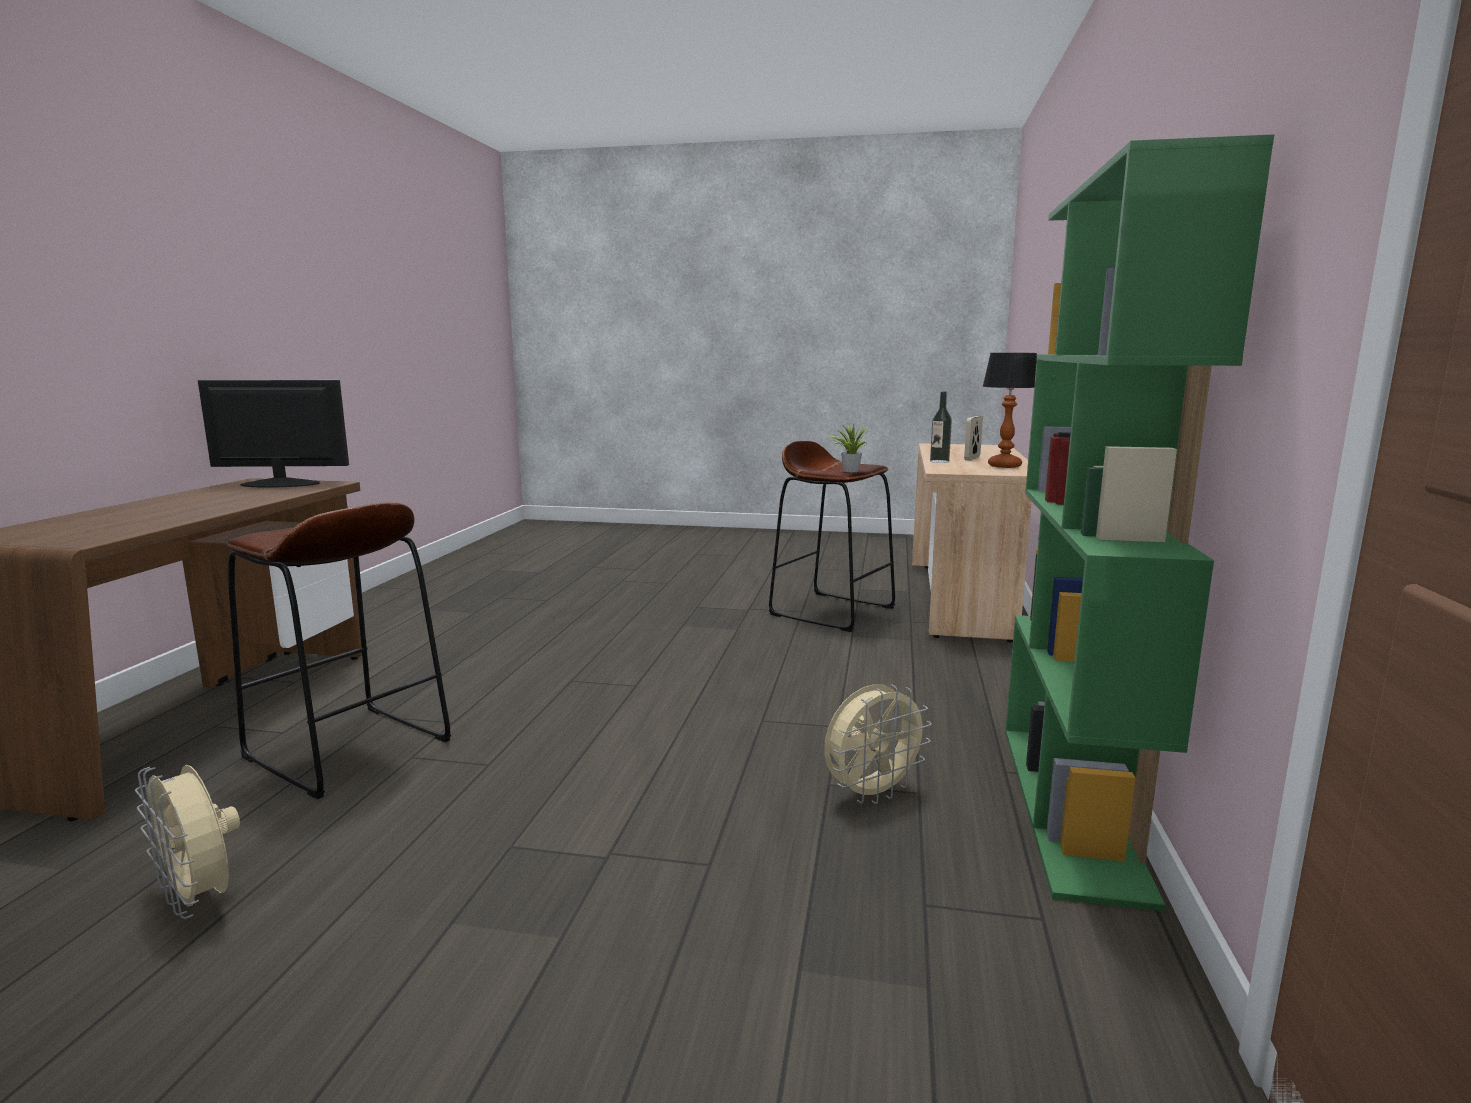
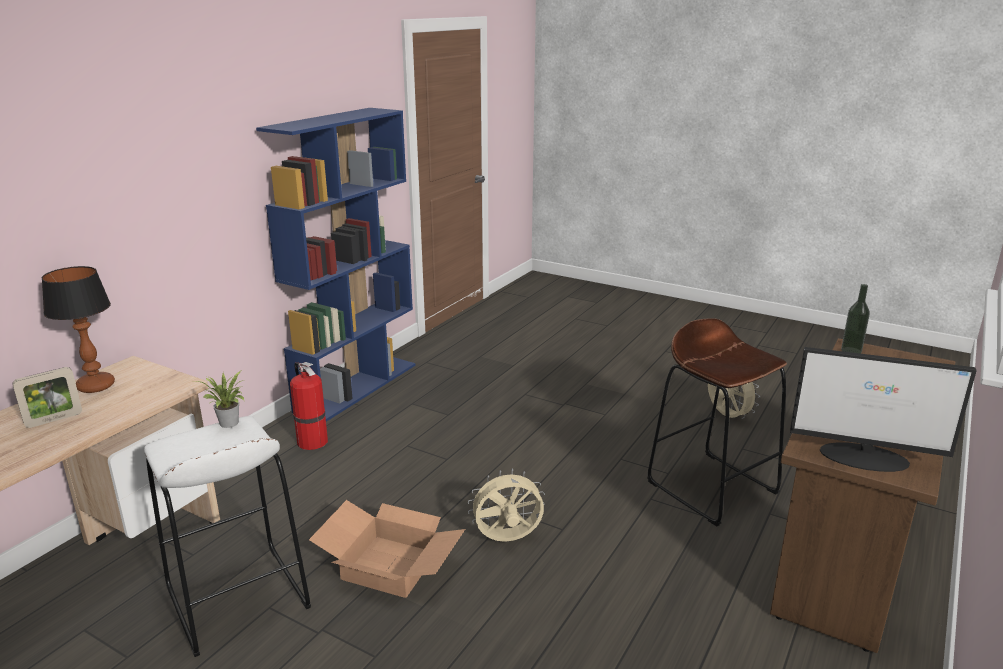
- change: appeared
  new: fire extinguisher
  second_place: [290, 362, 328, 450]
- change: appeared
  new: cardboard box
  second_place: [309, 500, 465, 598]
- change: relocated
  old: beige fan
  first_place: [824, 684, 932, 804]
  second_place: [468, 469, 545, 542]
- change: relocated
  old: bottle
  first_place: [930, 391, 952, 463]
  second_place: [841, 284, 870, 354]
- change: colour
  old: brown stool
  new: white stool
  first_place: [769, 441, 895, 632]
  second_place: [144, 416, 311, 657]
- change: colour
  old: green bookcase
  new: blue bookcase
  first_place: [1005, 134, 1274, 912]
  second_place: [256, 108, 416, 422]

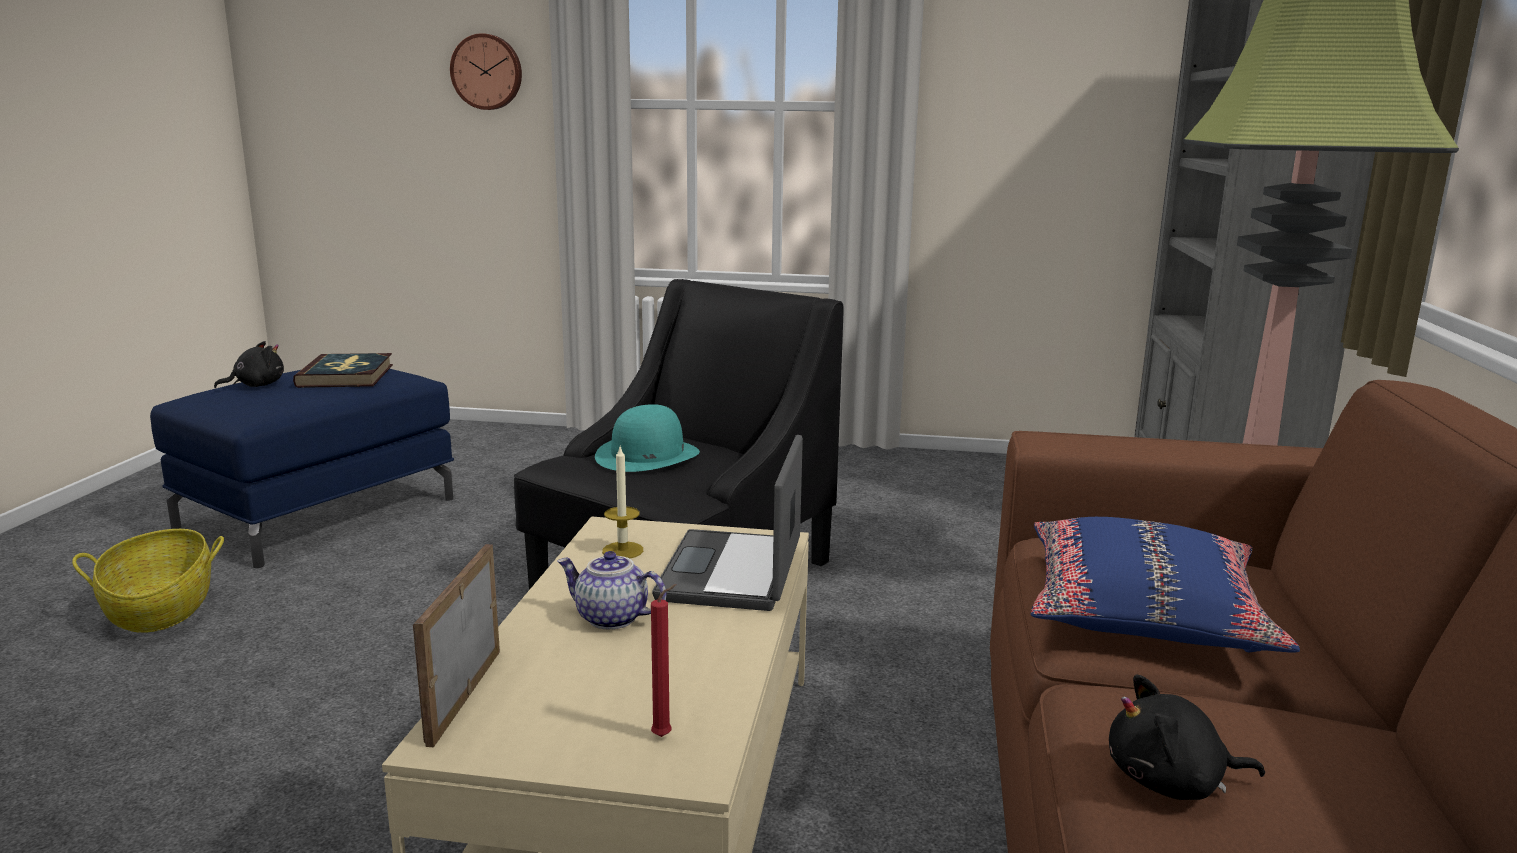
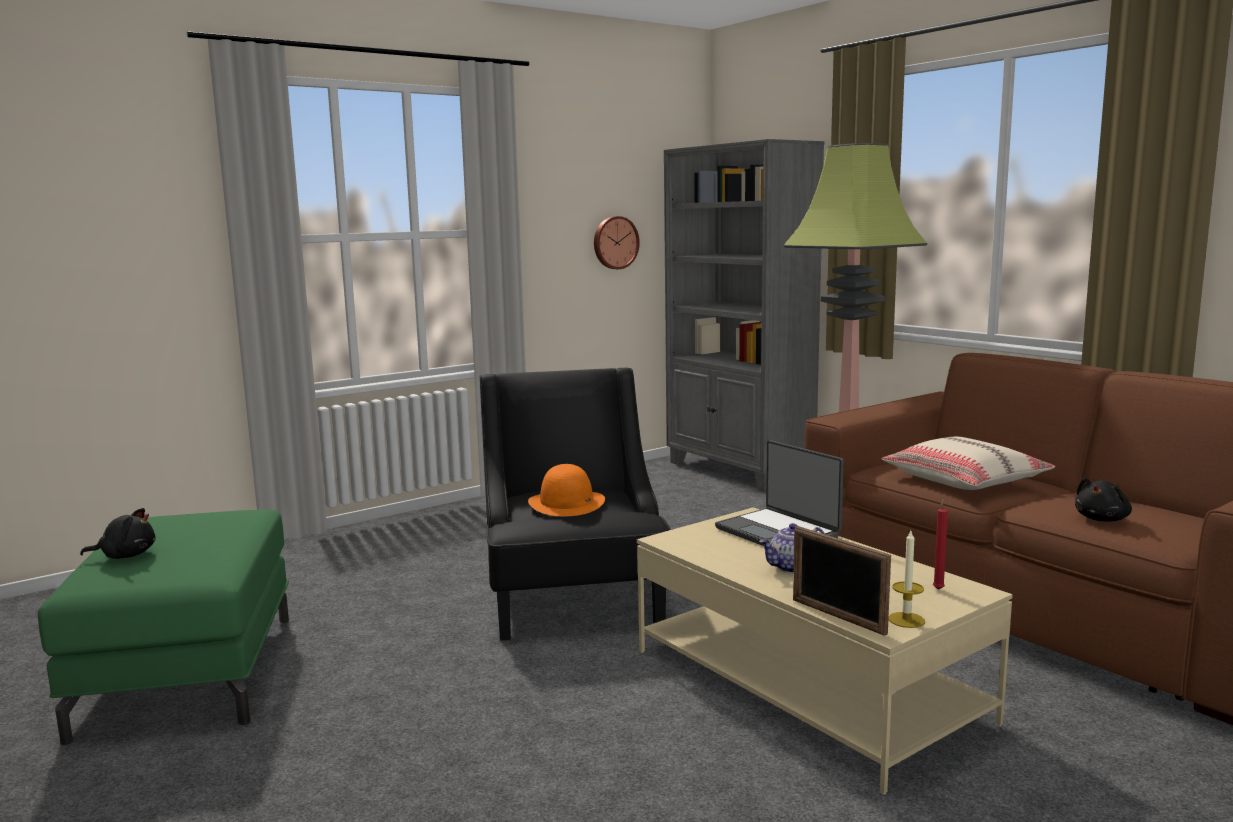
- change: missing
  old: basket
  first_place: [72, 529, 224, 633]
- change: missing
  old: book
  first_place: [293, 353, 393, 388]
- change: relocated
  old: wall clock
  first_place: [450, 33, 522, 110]
  second_place: [594, 216, 640, 269]
- change: relocated
  old: candle
  first_place: [602, 447, 643, 559]
  second_place: [888, 531, 925, 628]
- change: colour
  old: blue ottoman
  new: green ottoman
  first_place: [150, 369, 454, 568]
  second_place: [38, 510, 289, 745]
- change: colour
  old: turquoise hat
  new: orange hat
  first_place: [595, 404, 700, 472]
  second_place: [528, 464, 605, 516]
- change: colour
  old: blue pillow
  new: beige pillow
  first_place: [1031, 517, 1300, 653]
  second_place: [882, 437, 1055, 490]
- change: spun
  old: black plush toy
  first_place: [214, 341, 284, 388]
  second_place: [80, 508, 156, 559]
  degrees: 75

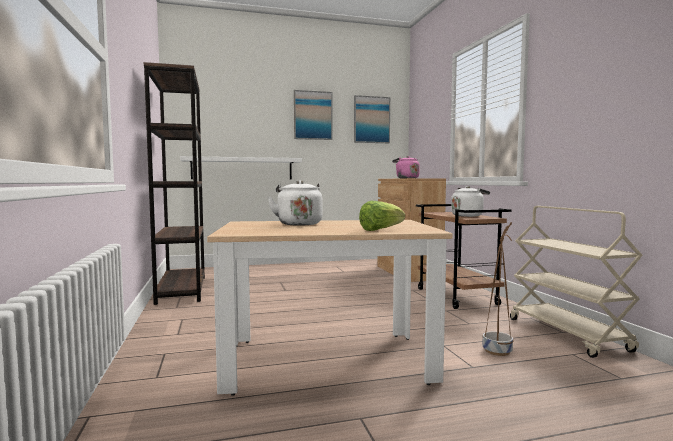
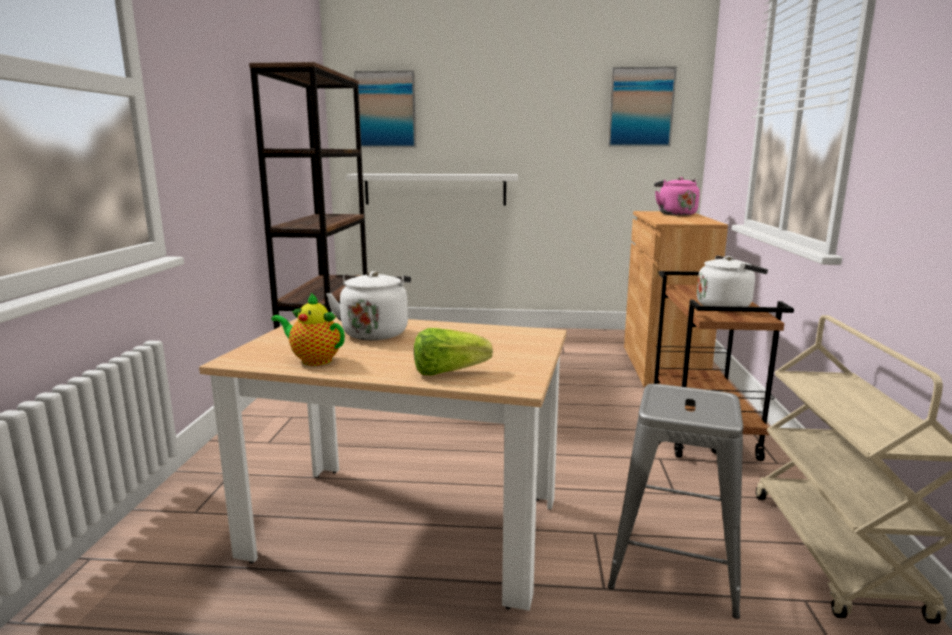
- change: appeared
  new: teapot
  second_place: [271, 293, 345, 366]
- change: relocated
  old: picture
  first_place: [294, 90, 333, 140]
  second_place: [354, 70, 416, 148]
- change: exchanged
  old: brown planter
  new: grey stool
  first_place: [483, 222, 513, 356]
  second_place: [608, 384, 743, 619]

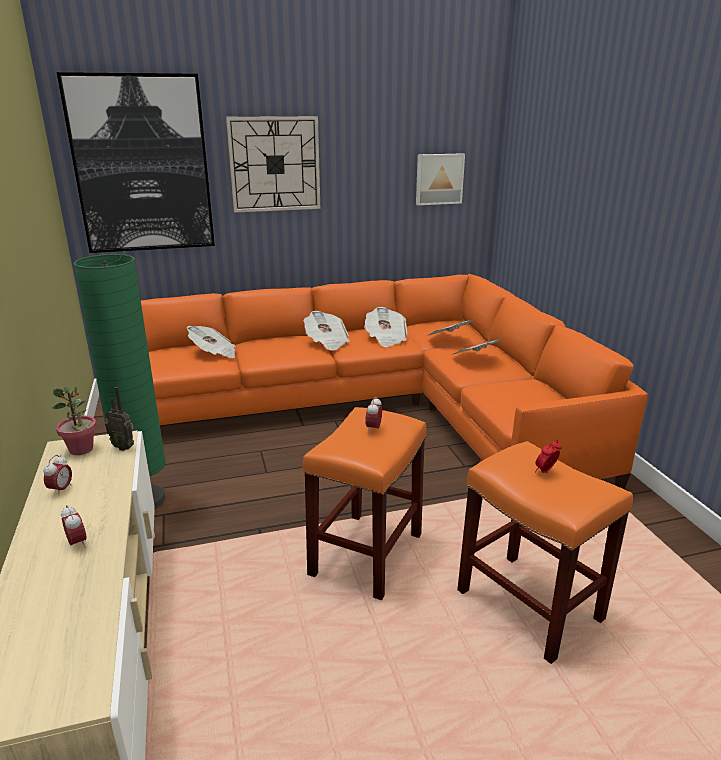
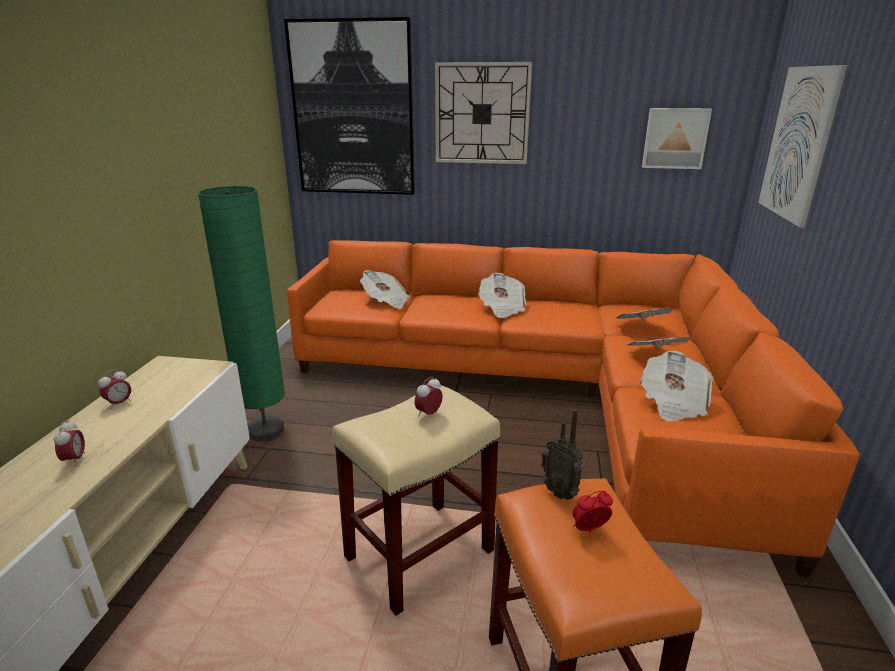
- change: missing
  old: potted plant
  first_place: [52, 386, 97, 455]
- change: appeared
  new: picture
  second_place: [758, 65, 847, 228]
- change: relocated
  old: radio
  first_place: [105, 387, 134, 451]
  second_place: [541, 409, 583, 500]
- change: relocated
  old: newspaper
  first_place: [364, 307, 407, 347]
  second_place: [640, 351, 713, 421]
- change: colour
  old: orange stool
  new: beige stool
  first_place: [303, 407, 427, 600]
  second_place: [332, 385, 500, 616]

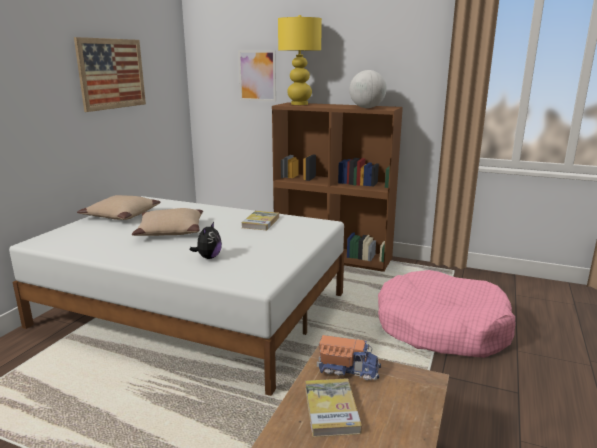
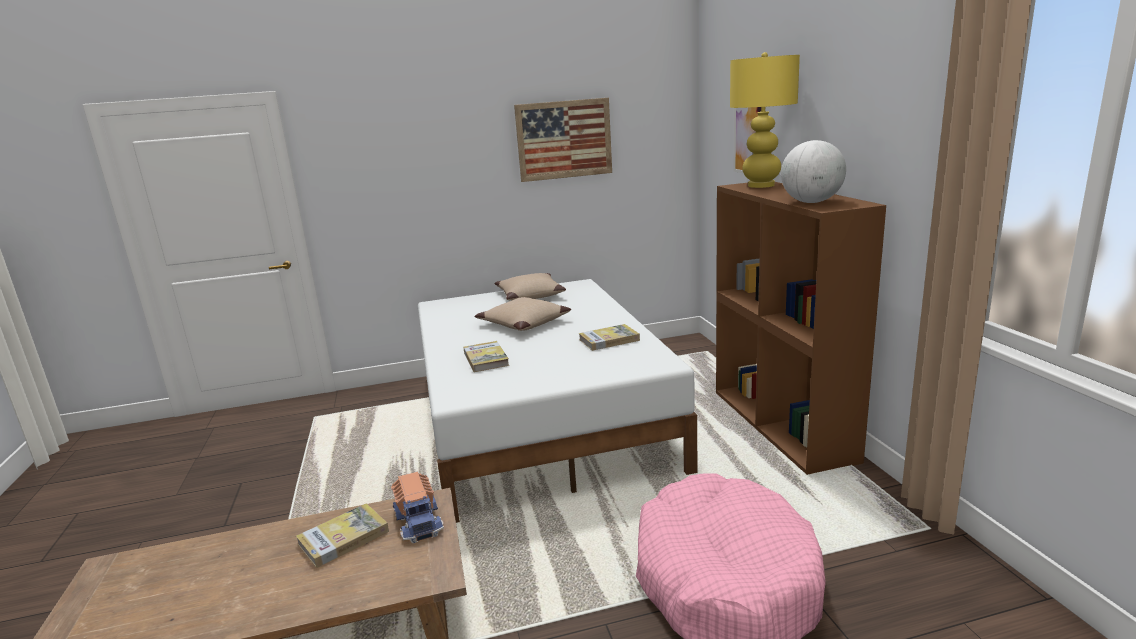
- change: exchanged
  old: plush toy
  new: book
  first_place: [190, 222, 222, 259]
  second_place: [463, 341, 509, 372]

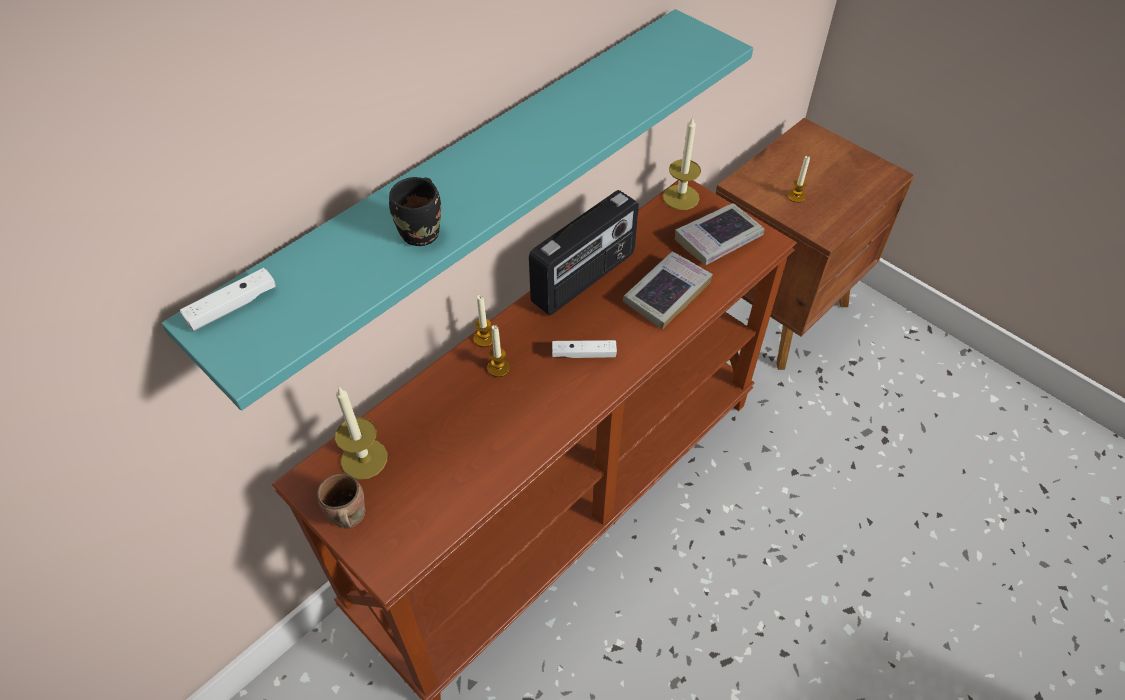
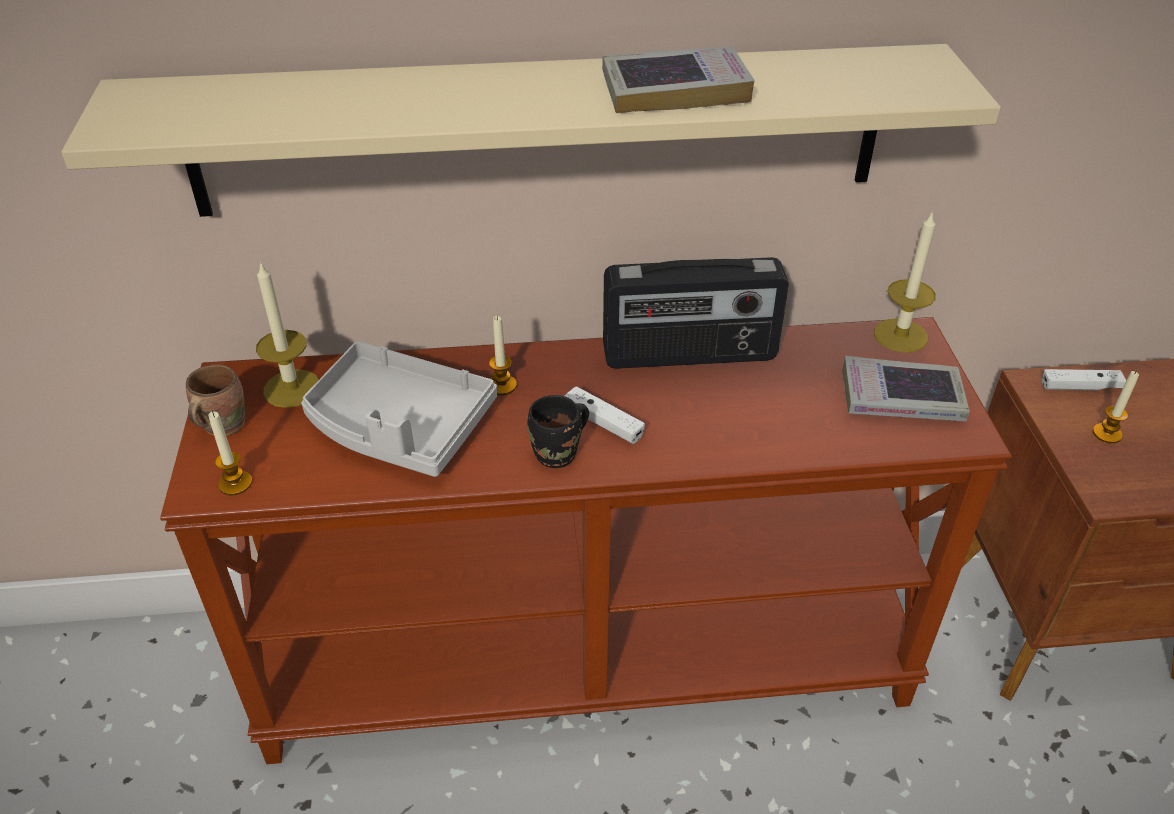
- change: appeared
  new: grey tray
  second_place: [301, 341, 497, 477]
- change: relocated
  old: white game controller
  first_place: [180, 268, 276, 331]
  second_place: [1042, 369, 1126, 390]
- change: relocated
  old: black mug
  first_place: [389, 177, 441, 246]
  second_place: [527, 395, 589, 468]
- change: relocated
  old: candle
  first_place: [474, 295, 493, 347]
  second_place: [208, 411, 252, 495]
- change: relocated
  old: book
  first_place: [623, 252, 713, 329]
  second_place: [602, 46, 755, 113]
- change: colour
  old: turquoise shelf
  new: beige shelf
  first_place: [161, 9, 753, 410]
  second_place: [61, 44, 1001, 217]

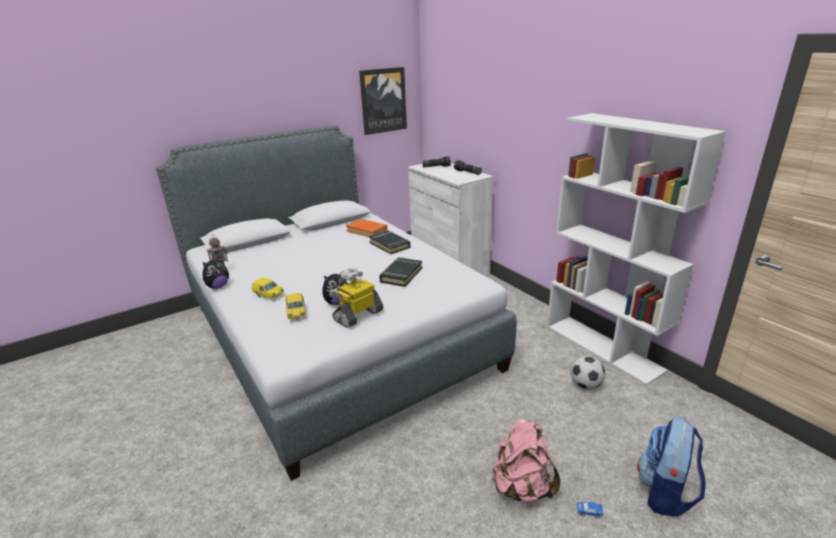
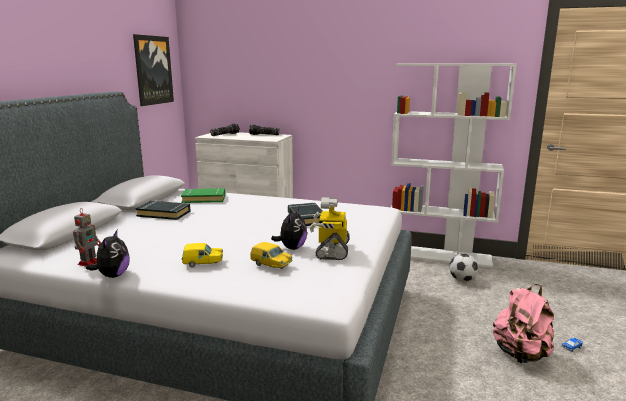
- change: missing
  old: backpack
  first_place: [637, 417, 705, 517]
- change: relocated
  old: black book
  first_place: [369, 231, 410, 254]
  second_place: [136, 201, 190, 220]
- change: colour
  old: orange book
  new: green book
  first_place: [346, 219, 387, 237]
  second_place: [181, 188, 225, 203]

